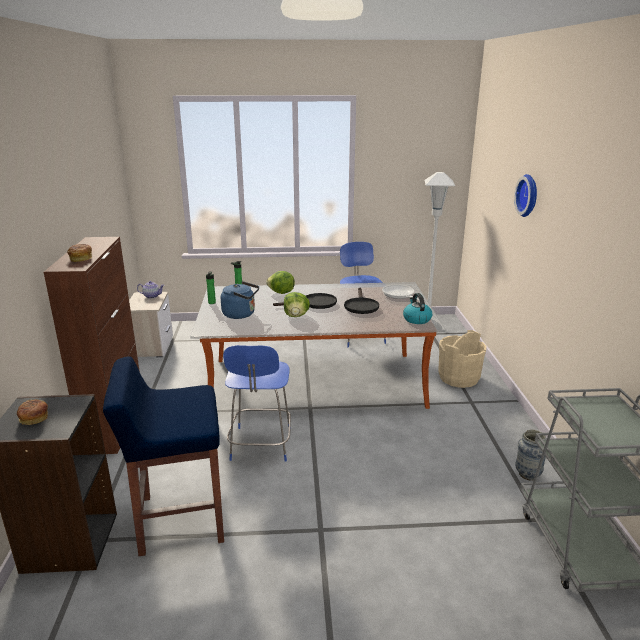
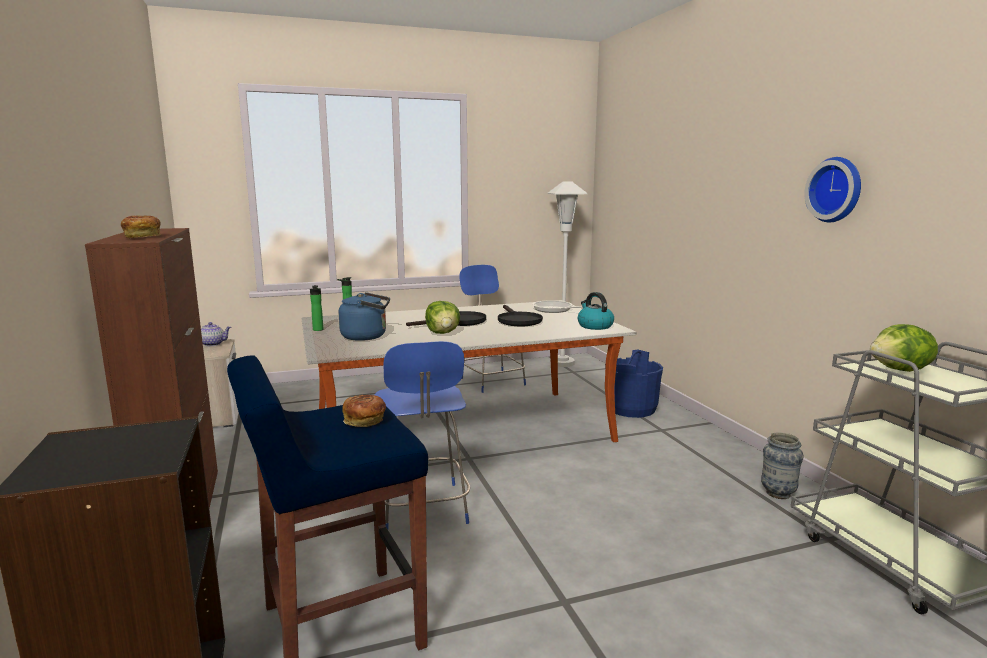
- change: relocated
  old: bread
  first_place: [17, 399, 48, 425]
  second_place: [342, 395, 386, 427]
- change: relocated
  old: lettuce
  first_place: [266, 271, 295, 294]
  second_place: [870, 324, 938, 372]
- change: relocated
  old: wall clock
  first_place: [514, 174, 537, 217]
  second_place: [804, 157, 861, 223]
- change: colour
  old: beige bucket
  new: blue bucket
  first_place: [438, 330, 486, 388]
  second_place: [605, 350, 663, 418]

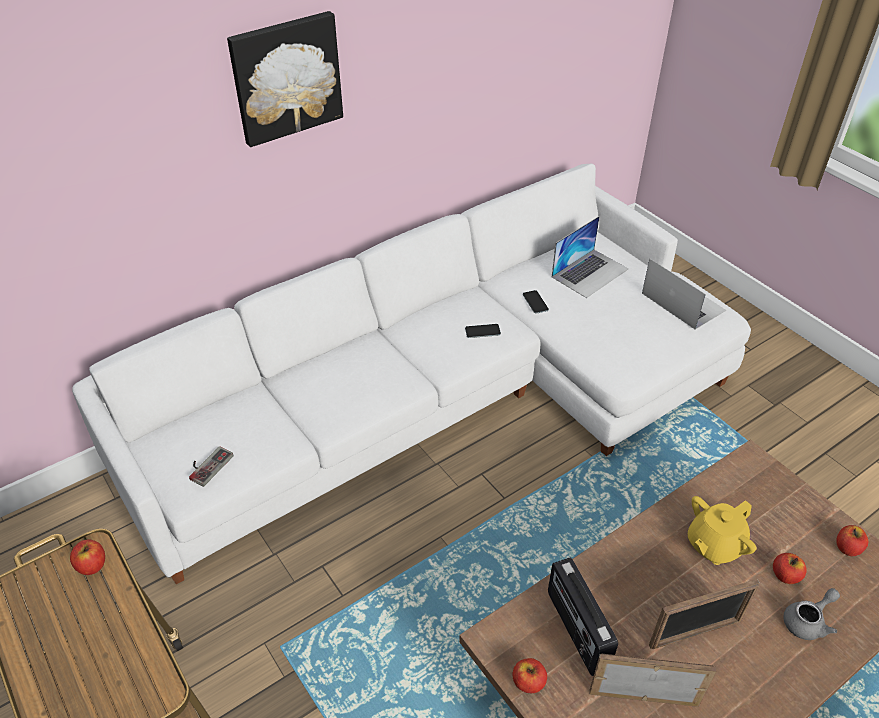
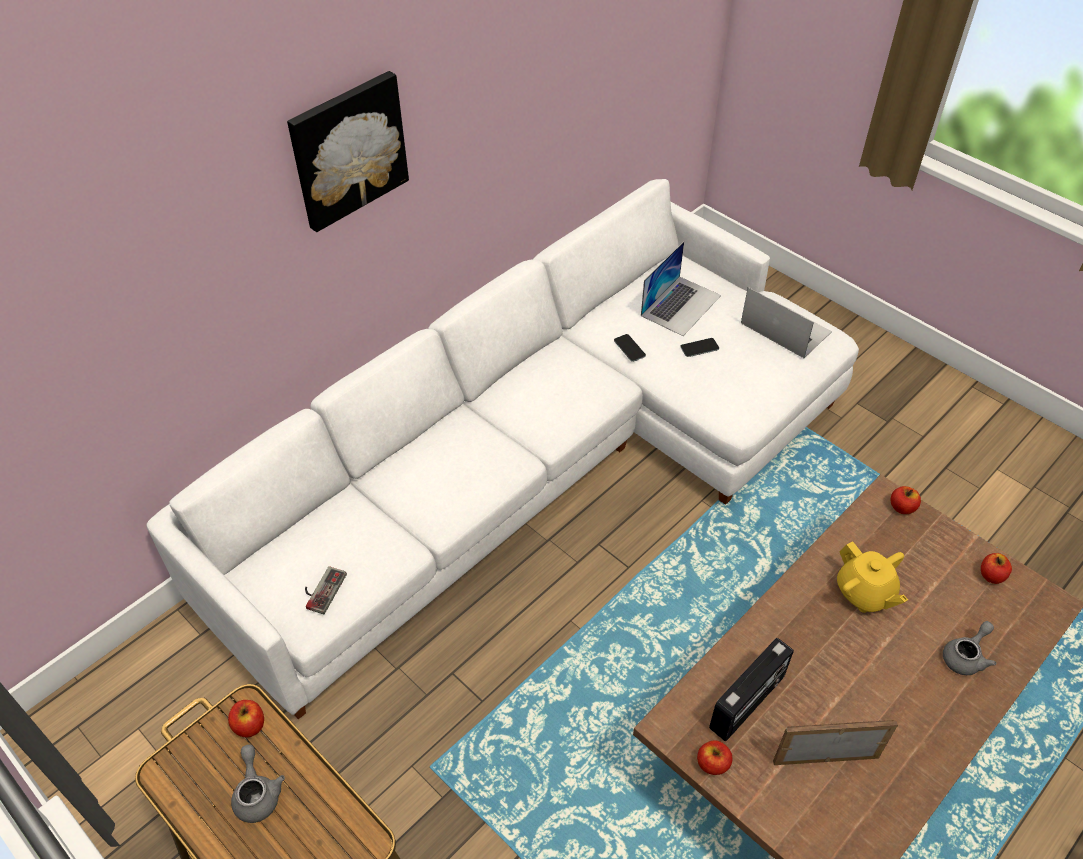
- change: missing
  old: picture frame
  first_place: [649, 579, 760, 649]
- change: appeared
  new: grey teapot
  second_place: [231, 745, 285, 823]
- change: relocated
  old: phone
  first_place: [465, 324, 501, 338]
  second_place: [681, 338, 719, 357]
- change: relocated
  old: apple
  first_place: [773, 553, 806, 584]
  second_place: [890, 486, 921, 514]
- change: spun
  old: radio
  first_place: [548, 558, 618, 676]
  second_place: [709, 638, 794, 741]
  degrees: -105
- change: spun
  old: yellow teapot
  first_place: [688, 496, 756, 565]
  second_place: [837, 541, 908, 613]
  degrees: -75

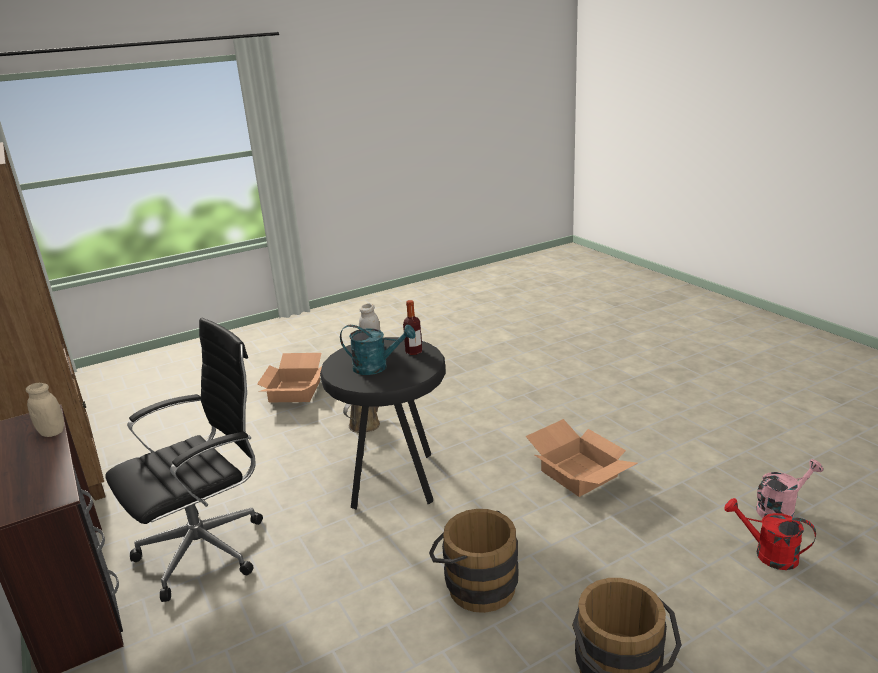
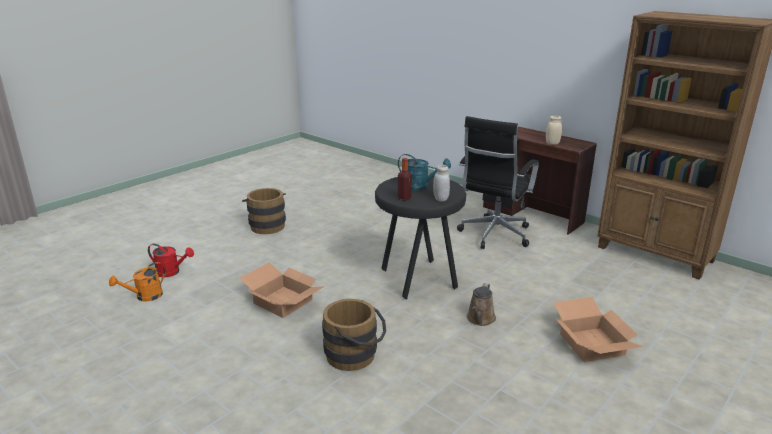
- change: relocated
  old: brown bucket
  first_place: [429, 509, 518, 613]
  second_place: [322, 299, 386, 371]
- change: colour
  old: pink watering can
  new: orange watering can
  first_place: [756, 459, 823, 518]
  second_place: [109, 262, 165, 301]
- change: spun
  old: turquoise watering can
  first_place: [340, 325, 416, 375]
  second_place: [398, 154, 451, 191]
  degrees: -150

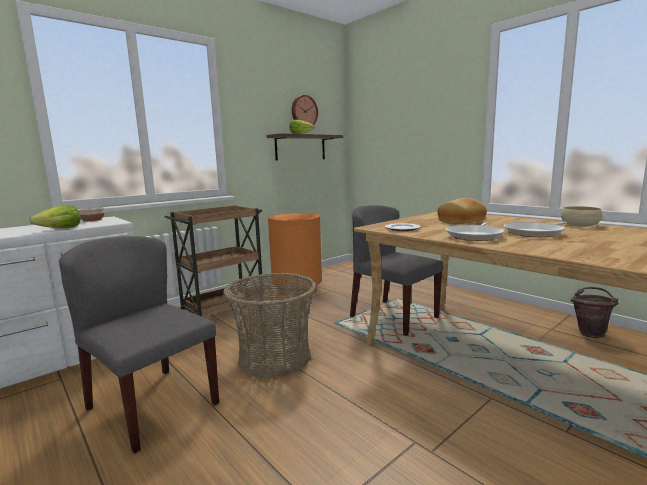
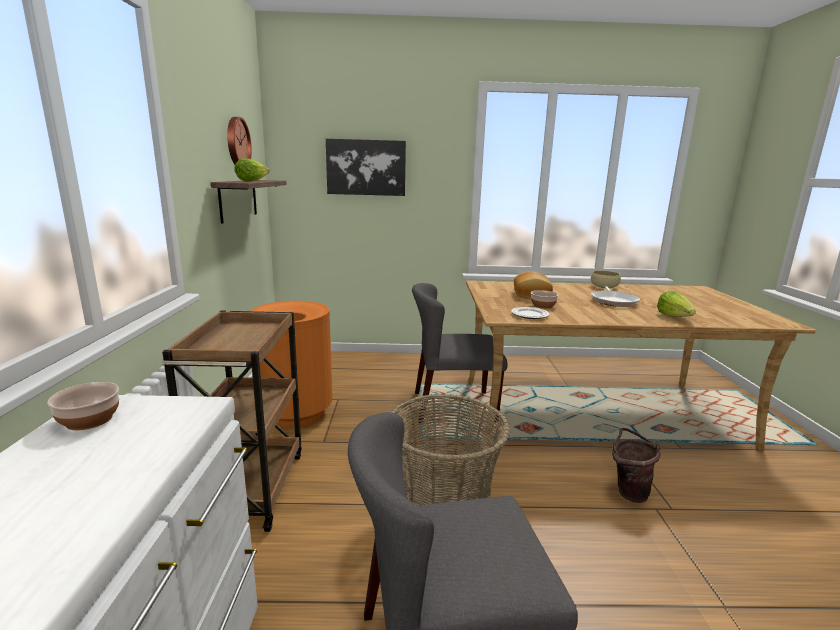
- change: missing
  old: frying pan
  first_place: [446, 222, 504, 241]
- change: appeared
  new: picture
  second_place: [326, 139, 406, 196]
- change: appeared
  new: bowl
  second_place: [531, 290, 558, 309]
- change: relocated
  old: lettuce
  first_place: [29, 205, 81, 228]
  second_place: [657, 291, 696, 317]
- change: relocated
  old: brown bucket
  first_place: [570, 287, 619, 338]
  second_place: [612, 428, 661, 503]

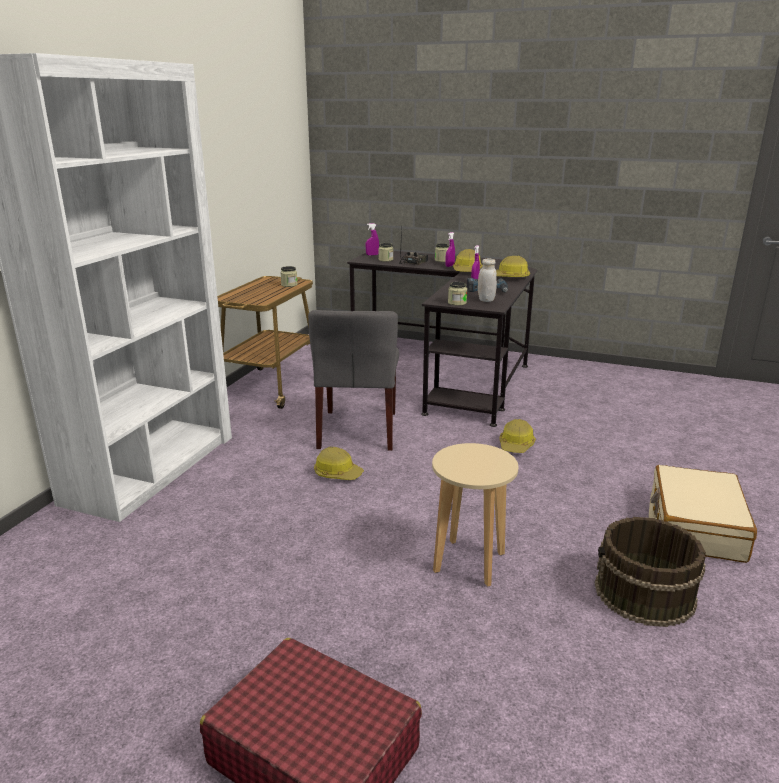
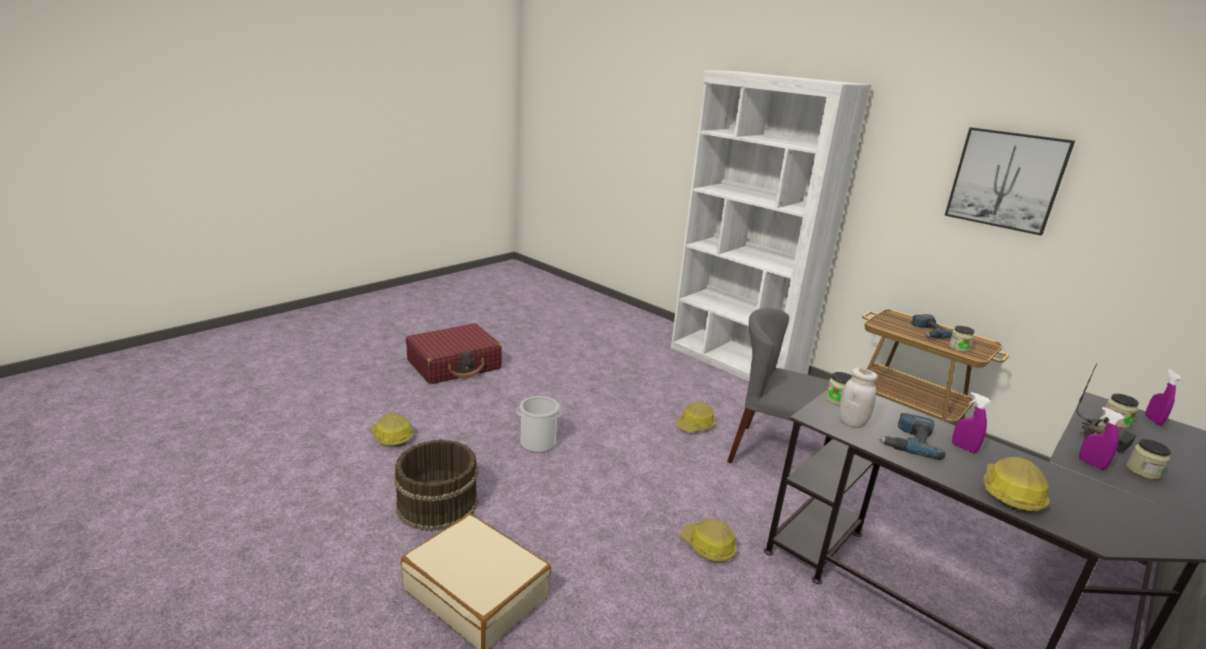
- change: appeared
  new: power drill
  second_place: [911, 314, 953, 339]
- change: appeared
  new: picture
  second_place: [945, 127, 1075, 236]
- change: relocated
  old: hard hat
  first_place: [453, 249, 483, 272]
  second_place: [369, 413, 414, 447]
- change: exchanged
  old: beige stool
  new: bucket
  first_place: [432, 443, 519, 587]
  second_place: [517, 396, 562, 453]

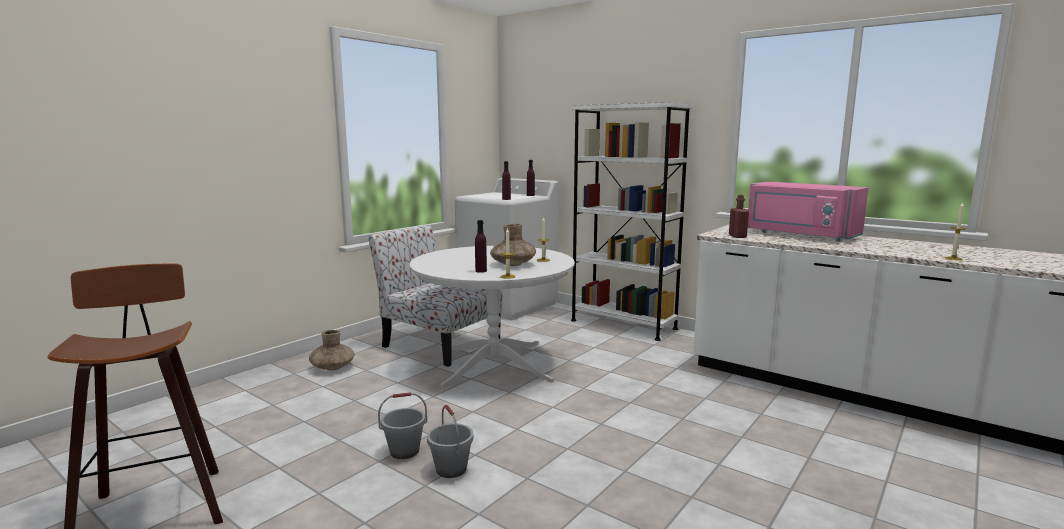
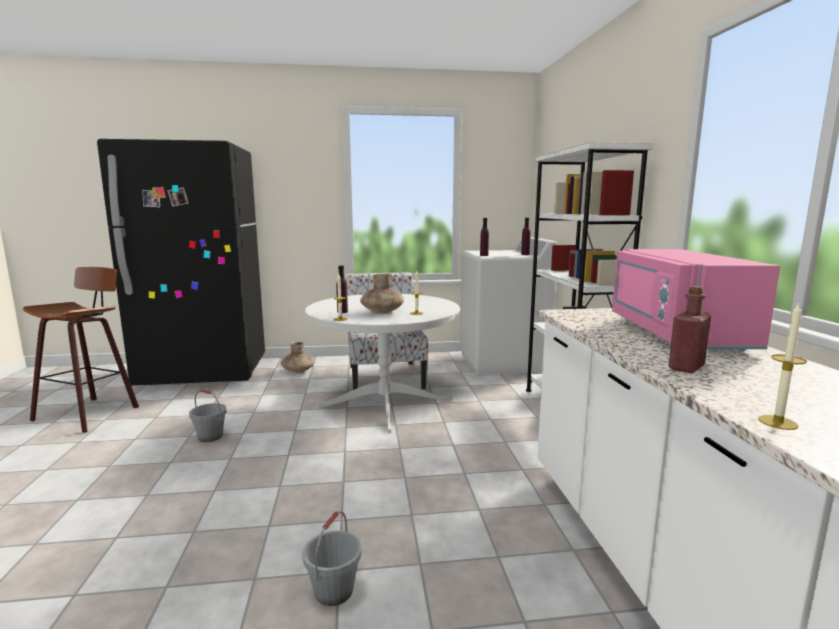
- change: appeared
  new: black fridge
  second_place: [97, 139, 265, 385]
- change: relocated
  old: grey bucket
  first_place: [427, 405, 473, 478]
  second_place: [303, 511, 361, 606]
- change: relocated
  old: red bottle
  first_place: [729, 195, 749, 238]
  second_place: [668, 286, 711, 373]

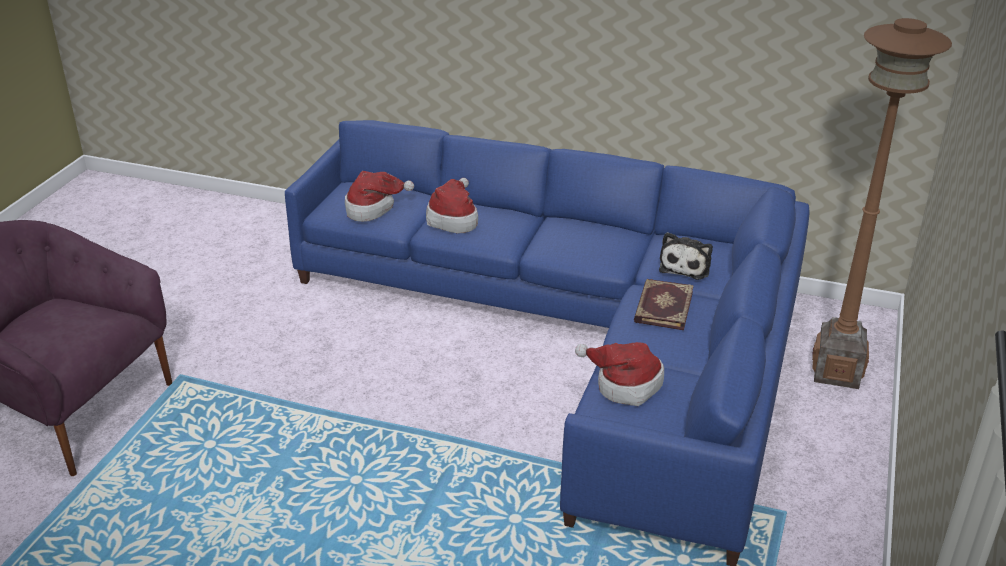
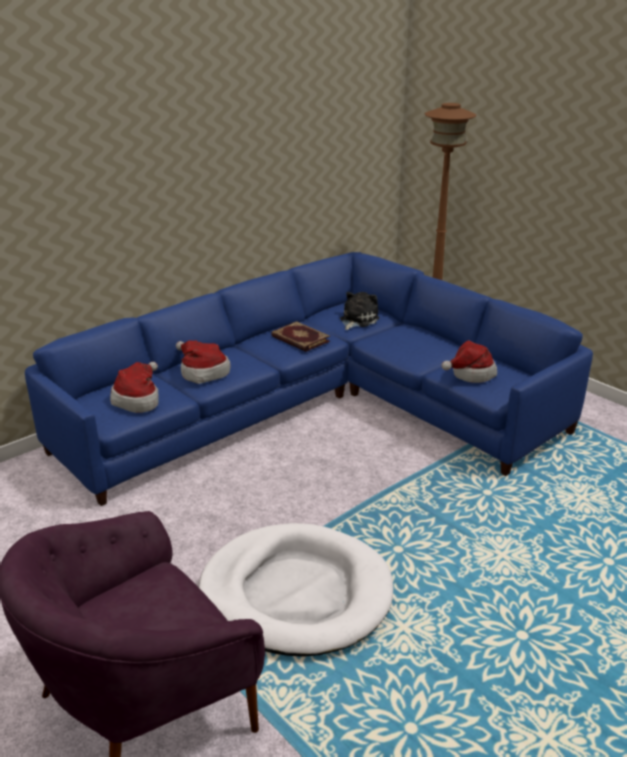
- change: appeared
  new: white dog bed
  second_place: [199, 523, 393, 657]
- change: relocated
  old: book
  first_place: [634, 279, 694, 330]
  second_place: [271, 321, 330, 352]
- change: spun
  old: plush toy
  first_place: [659, 232, 713, 280]
  second_place: [340, 292, 379, 330]
  degrees: -105

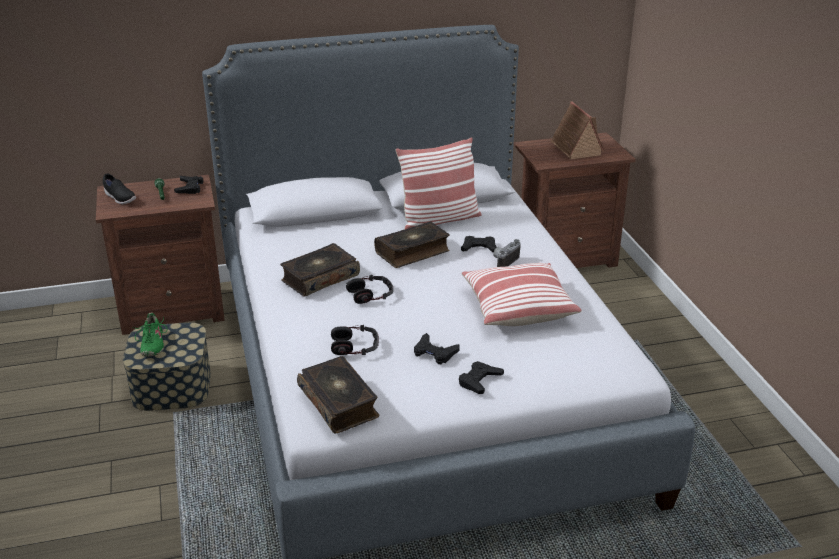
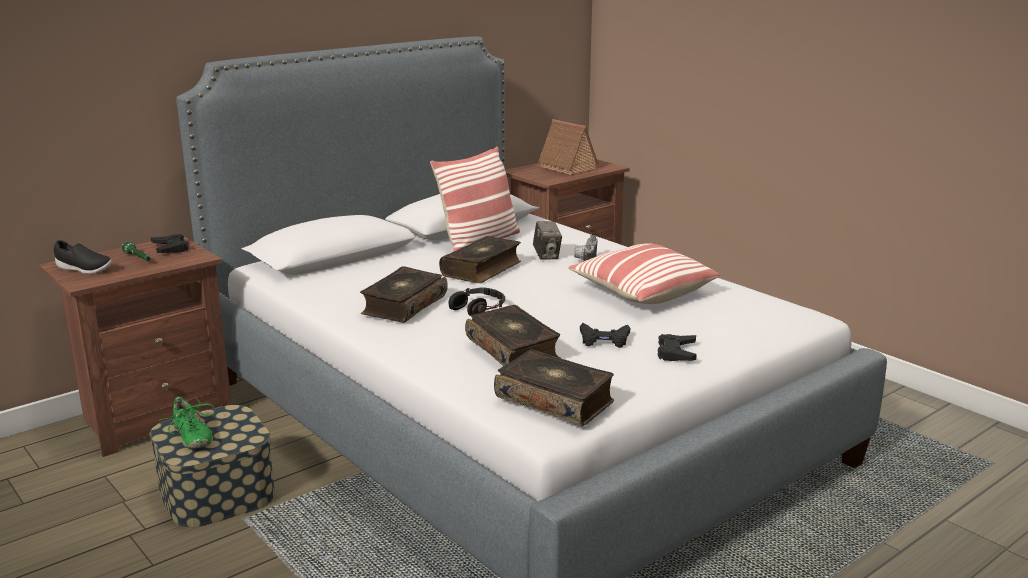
- change: exchanged
  old: headphones
  new: book
  first_place: [331, 325, 379, 355]
  second_place: [465, 305, 560, 366]
- change: exchanged
  old: black game controller
  new: photo camera
  first_place: [461, 236, 497, 252]
  second_place: [533, 221, 562, 259]

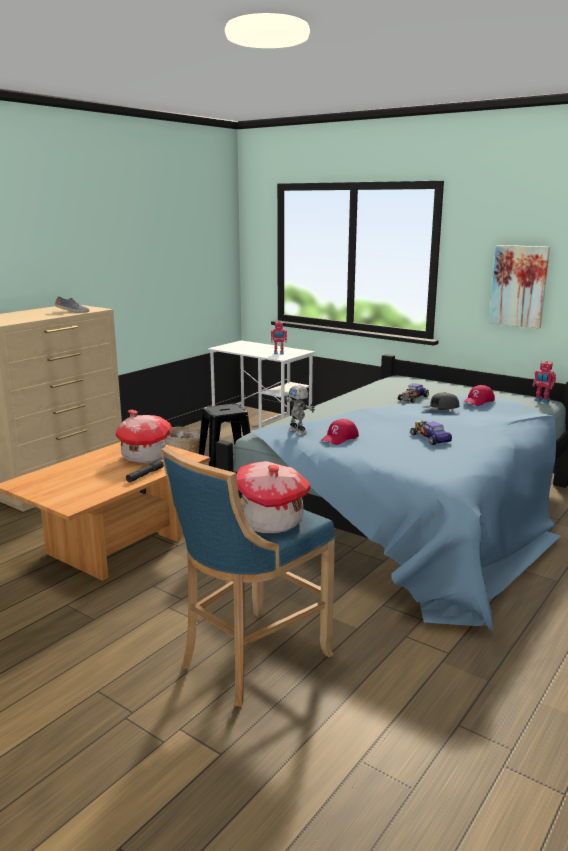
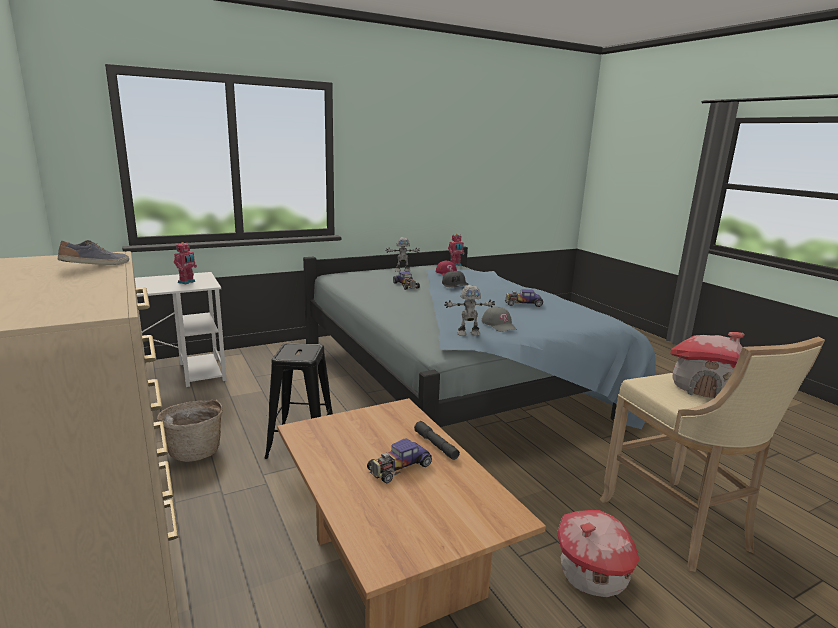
- change: missing
  old: picture
  first_place: [489, 245, 550, 329]
- change: appeared
  new: toy car
  second_place: [367, 438, 432, 483]
- change: appeared
  new: toy robot
  second_place: [386, 237, 420, 272]
- change: relocated
  old: toy house
  first_place: [116, 410, 172, 463]
  second_place: [557, 510, 640, 597]
- change: colour
  old: blue stool
  new: beige stool
  first_place: [161, 447, 335, 707]
  second_place: [599, 337, 825, 572]
- change: colour
  old: red cap
  new: grey cap
  first_place: [320, 419, 359, 445]
  second_place: [482, 306, 517, 332]

